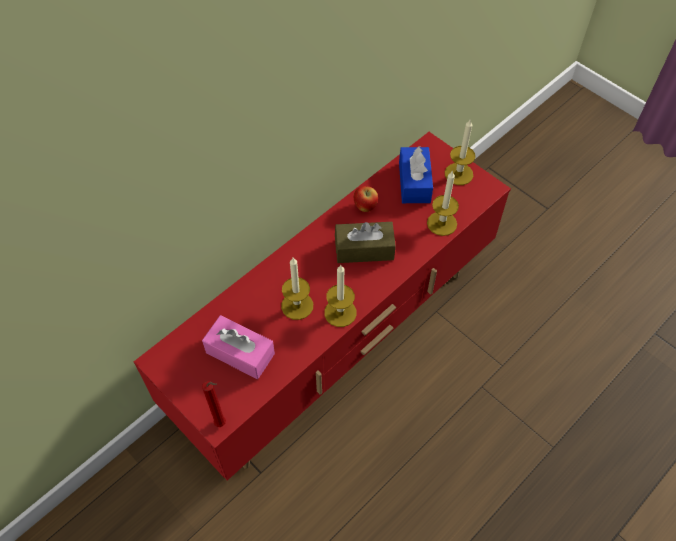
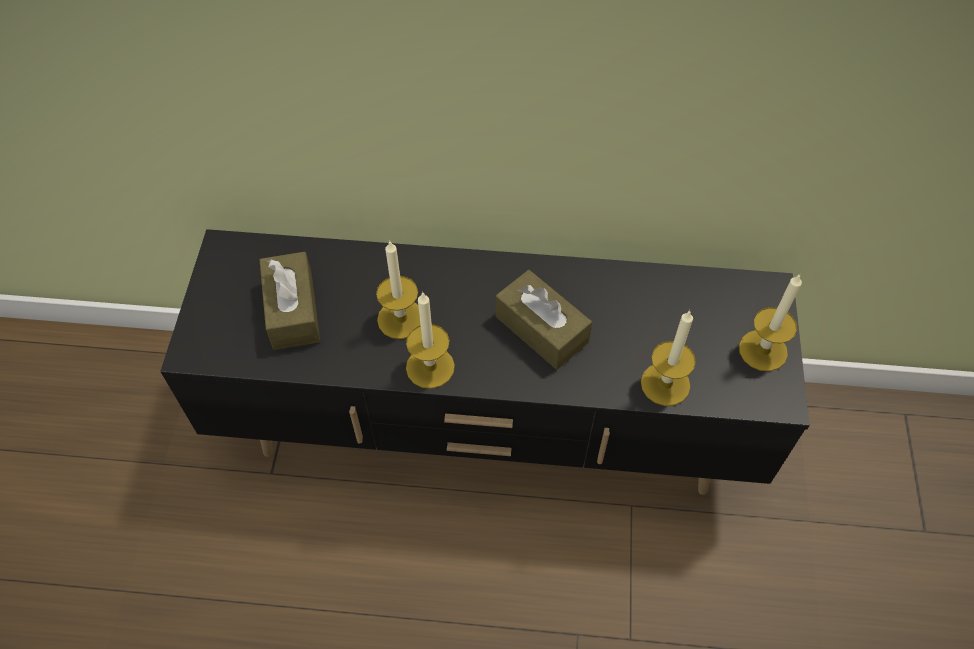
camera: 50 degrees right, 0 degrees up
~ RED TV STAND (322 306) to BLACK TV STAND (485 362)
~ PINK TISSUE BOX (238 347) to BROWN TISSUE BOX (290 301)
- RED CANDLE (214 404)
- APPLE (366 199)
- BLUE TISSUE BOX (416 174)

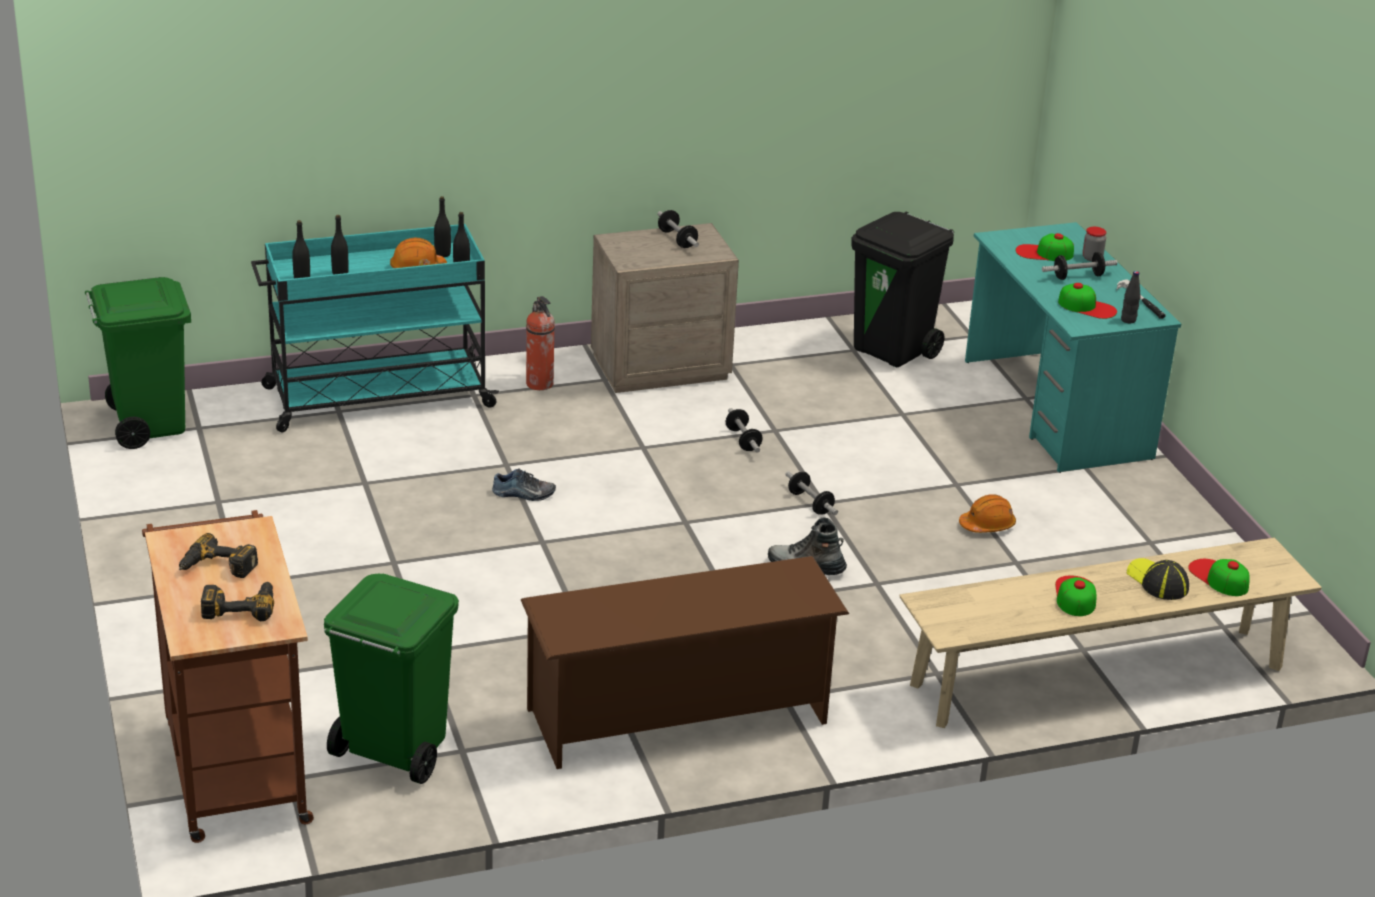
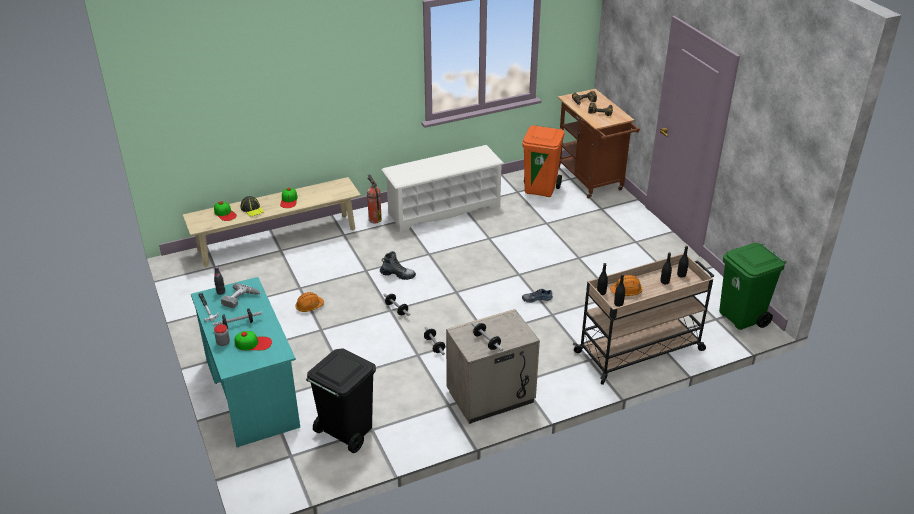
camera: 175 degrees right, 5 degrees up
~ TURQUOISE CART (375 328) to BEIGE CART (643 319)
~ GREEN TRASH CAN (391 679) to ORANGE TRASH CAN (543 161)
~ BROWN SHOE RACK (685 662) to WHITE SHOE RACK (443 188)
~ FIRE EXTINGUISHER (540 343) to (374 198)
~ CAP (1087 301) to POWER DRILL (241 295)

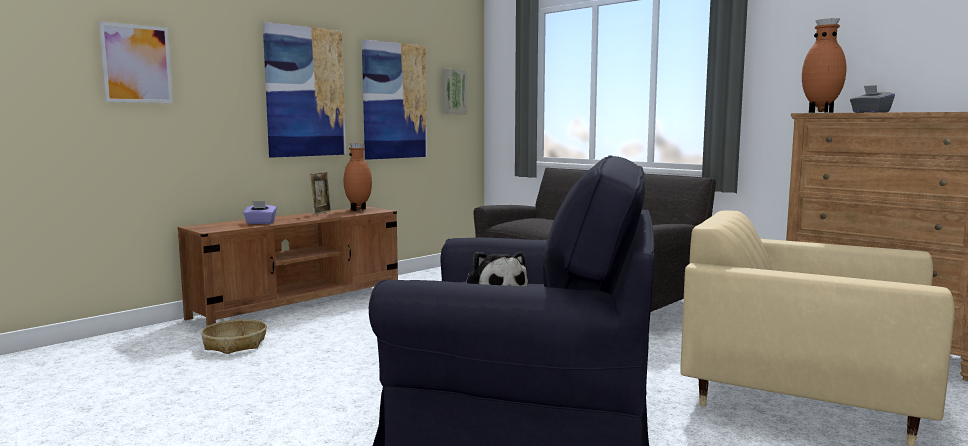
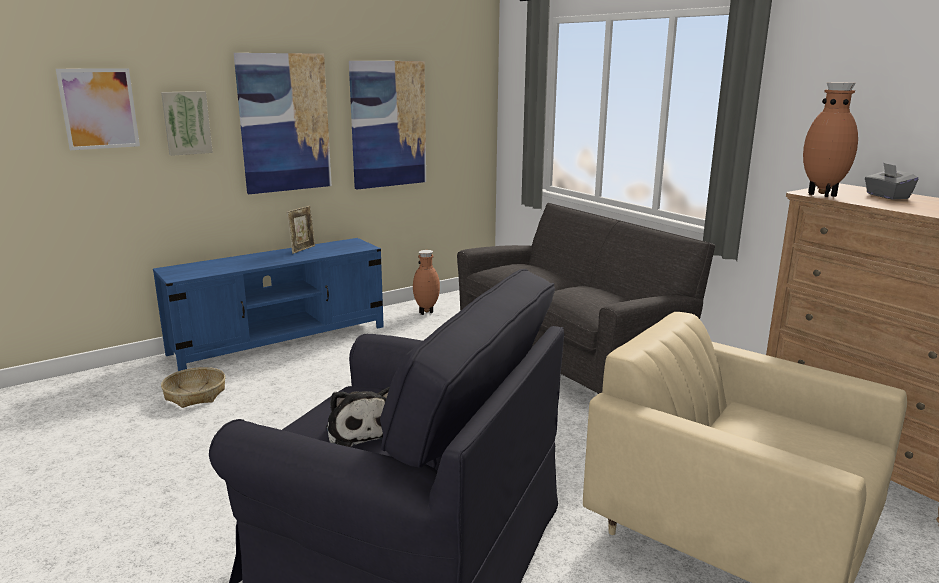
camera: 10 degrees right, 10 degrees up
~ BROWN TV STAND (288 266) to BLUE TV STAND (268 304)
- PURPLE TISSUE BOX (260 212)
~ BROWN VASE (358 177) to (426 282)
~ PICTURE (455 91) to (187 123)

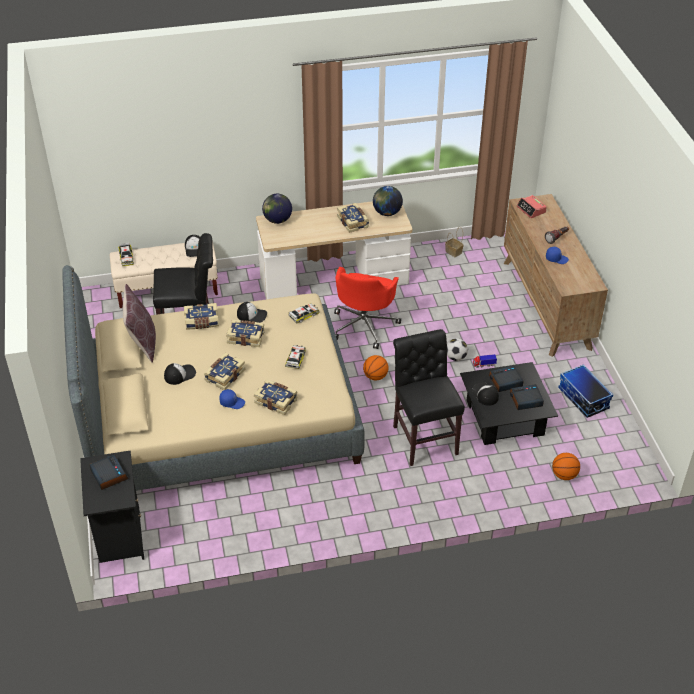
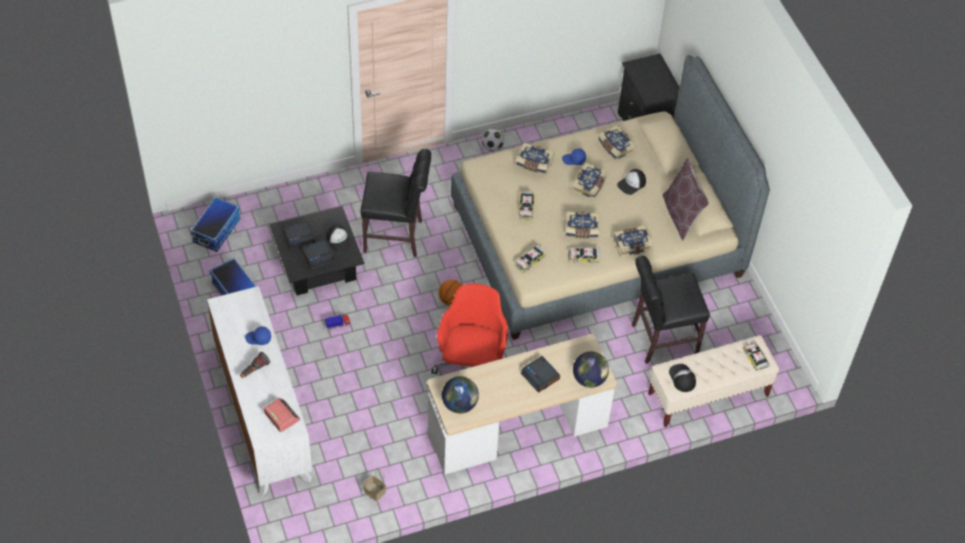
camera: 170 degrees right, 10 degrees up
~ ALARM CLOCK (108 472) to (540 374)
~ CAP (252 312) to TOY CAR (584 255)
~ BOOK (353 218) to (617 143)
~ BLACK CHAIR (429 397) = (395 203) 60 degrees counterclockwise
~ FOOTBALL (457 349) to (493 140)
~ BROWN DRESSER (556 275) to WHITE DRESSER (259 391)
- BASKETBALL (566 466)
+ STORAGE BOX (215 224)

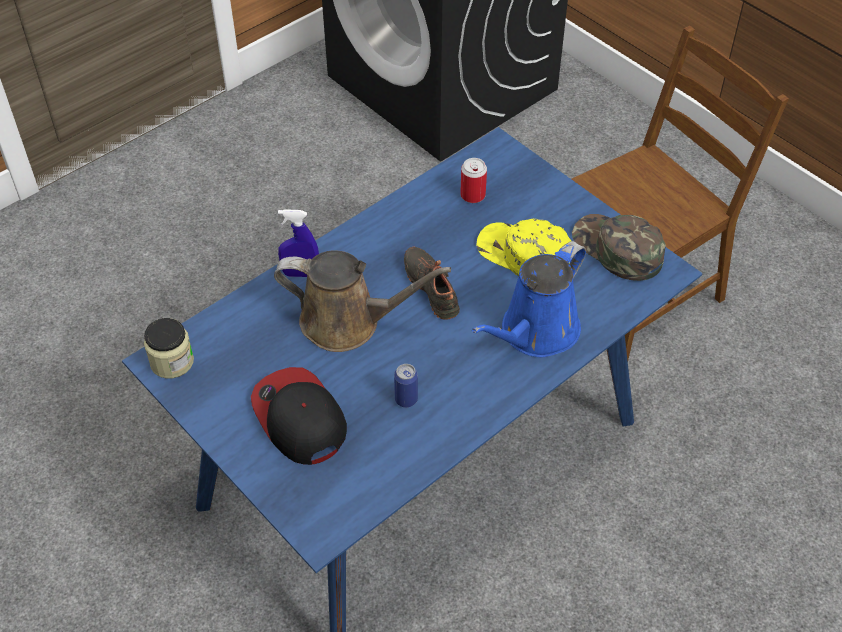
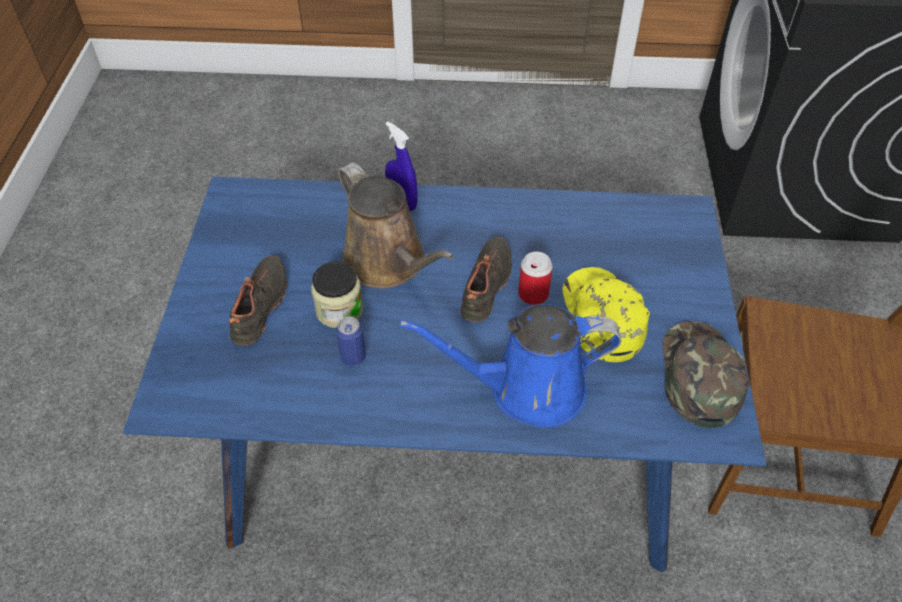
camera: 45 degrees right, 0 degrees up
~ JAR (169 348) to (337 294)
~ CAP (299 416) to BLACK SHOE (258 300)
~ CAN (473 180) to (535 278)

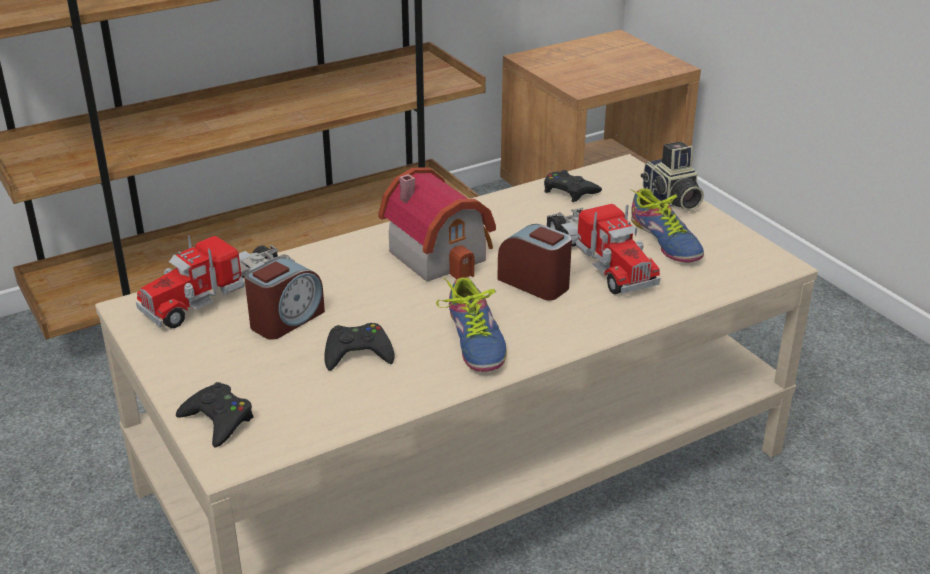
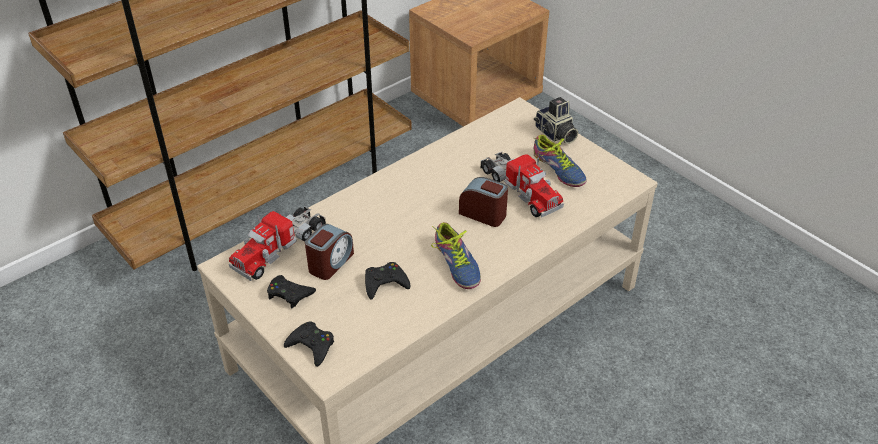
camera: 10 degrees left, 10 degrees up
- TOY HOUSE (437 224)
~ BLACK GAME CONTROLLER (573 186) to (291 292)

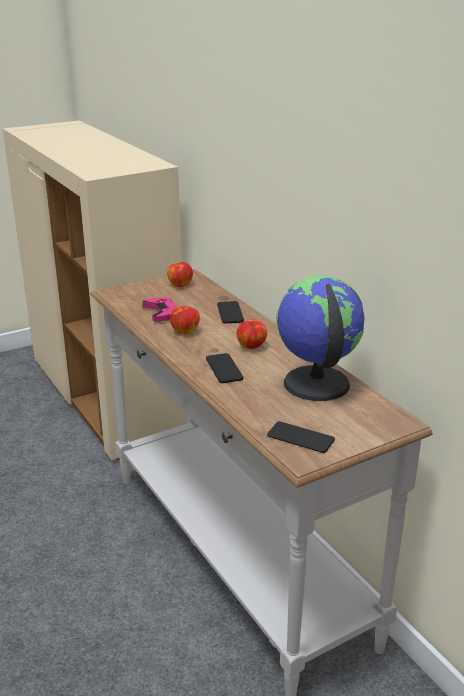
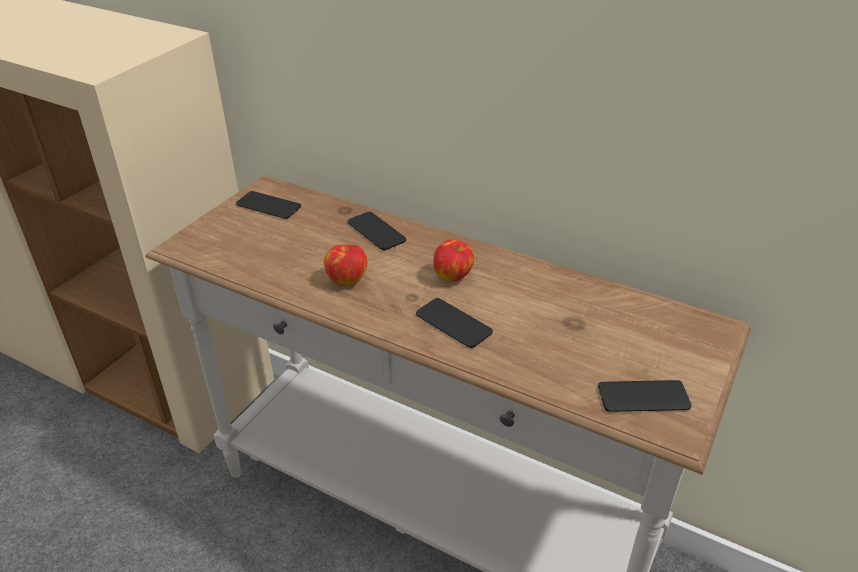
camera: 30 degrees left, 10 degrees up
- PINK GAME CONTROLLER (159 310)
~ APPLE (180 274) to PHONE (268 205)
- GLOBE (320 338)

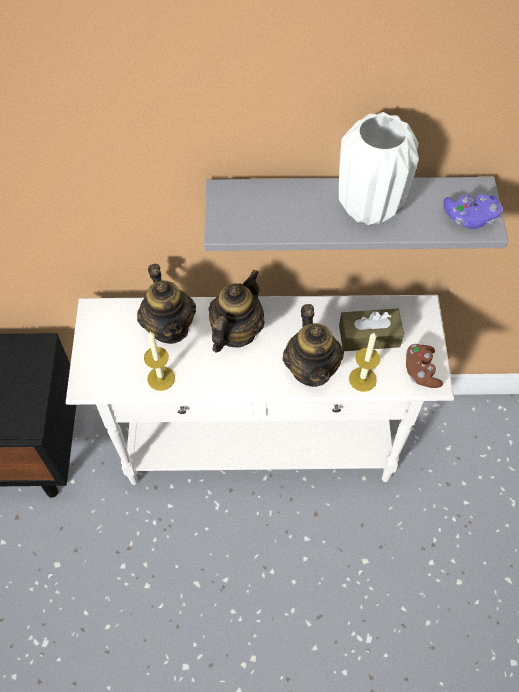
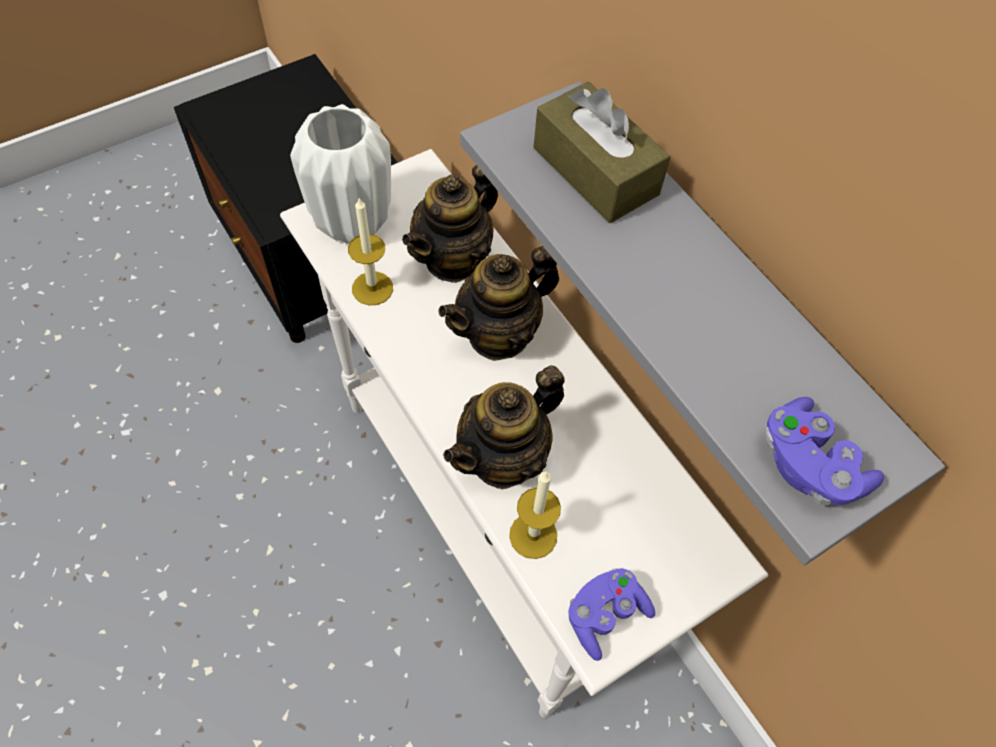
camera: 55 degrees right, 0 degrees up
~ TEAPOT (236 311) = (498 303) 150 degrees clockwise
~ WHITE VASE (379 168) to (340 174)
~ BROWN TISSUE BOX (371 329) to (602 152)
~ BROWN GAME CONTROLLER (424 366) to PURPLE GAME CONTROLLER (612 614)

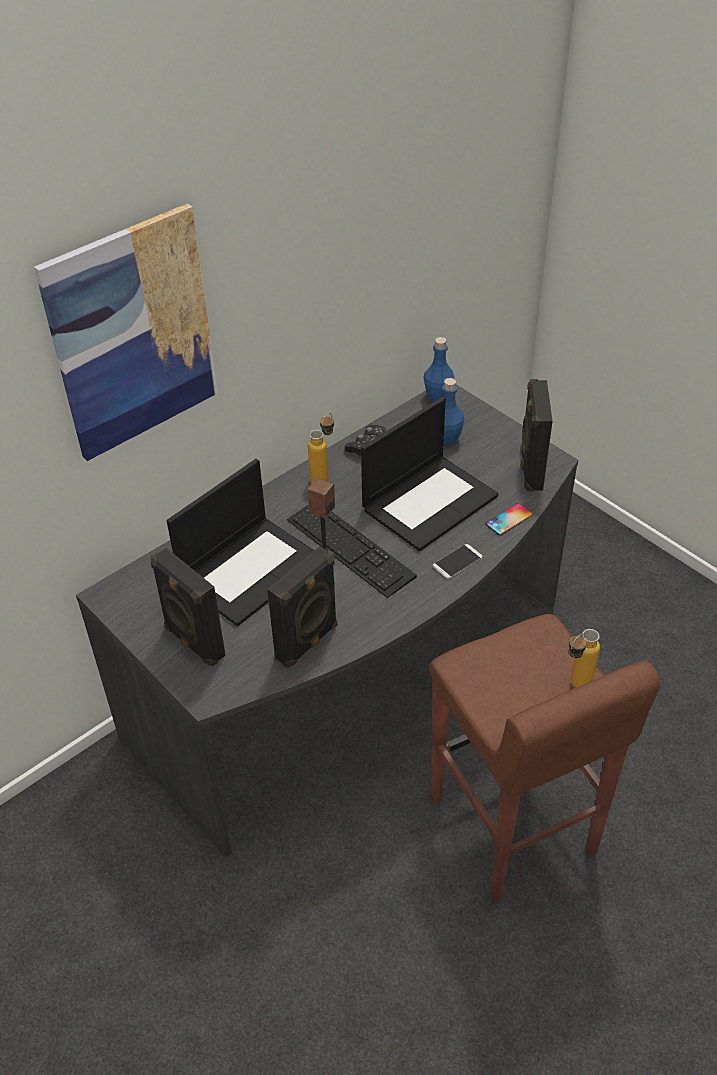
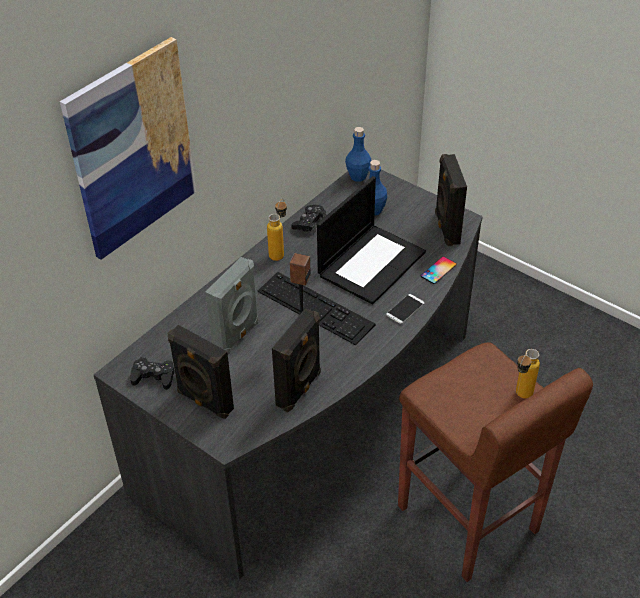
camera: 10 degrees left, 0 degrees up
~ LAPTOP (240 542) to GREY SPEAKER (231 305)
+ BLACK GAME CONTROLLER (152 373)

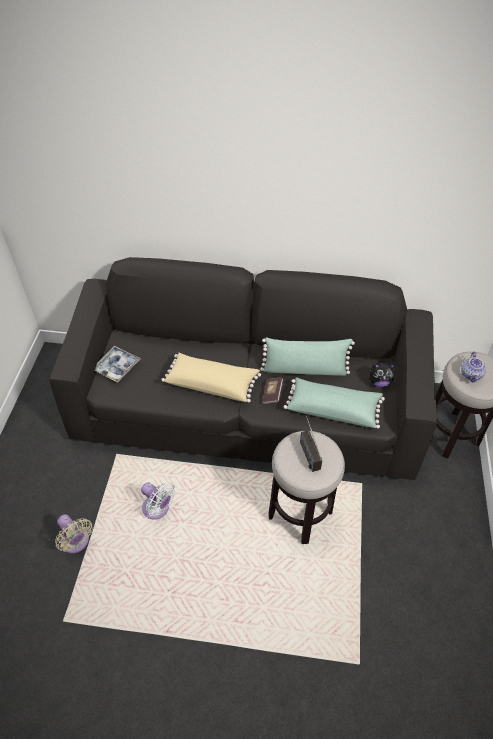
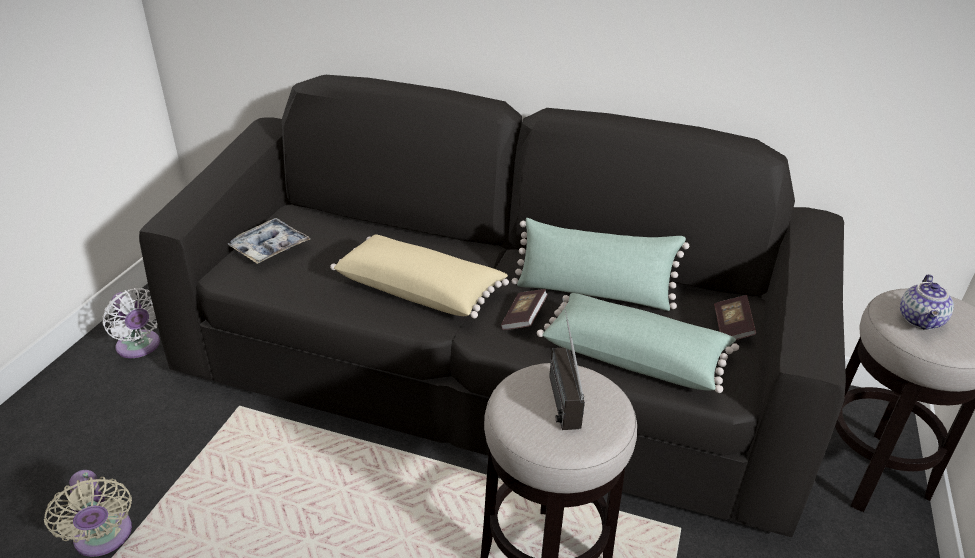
camera: 10 degrees right, 15 degrees down
~ WHITE FAN (158 501) to (131 323)
~ PLUSH TOY (382 375) to BOOK (735 317)

